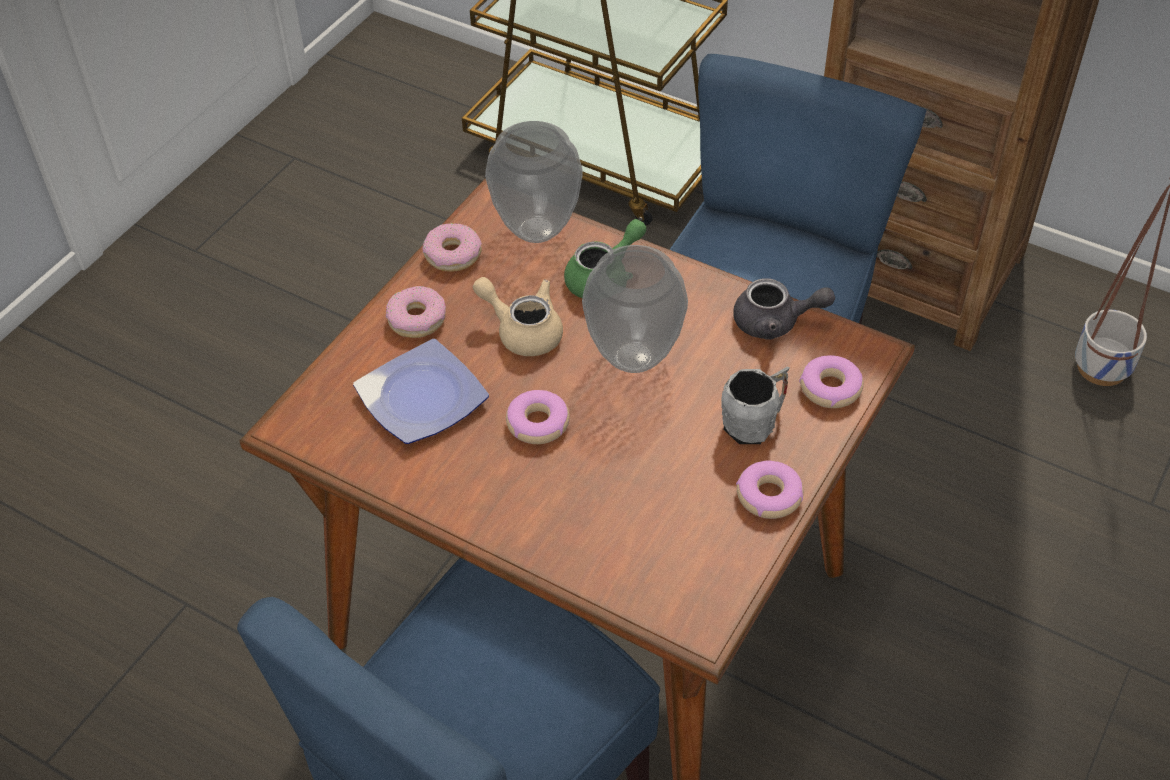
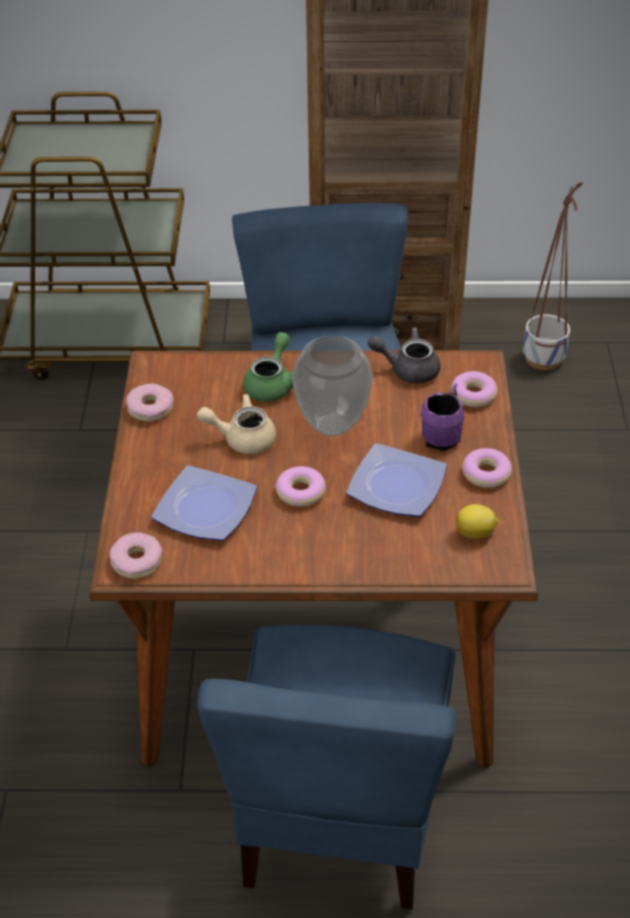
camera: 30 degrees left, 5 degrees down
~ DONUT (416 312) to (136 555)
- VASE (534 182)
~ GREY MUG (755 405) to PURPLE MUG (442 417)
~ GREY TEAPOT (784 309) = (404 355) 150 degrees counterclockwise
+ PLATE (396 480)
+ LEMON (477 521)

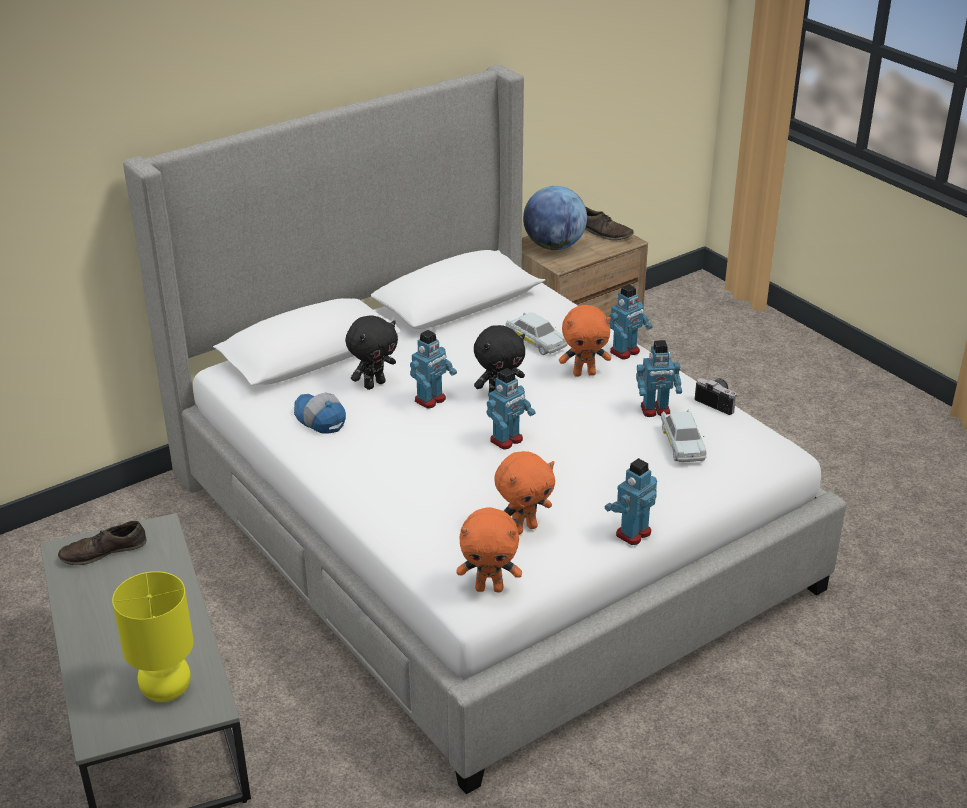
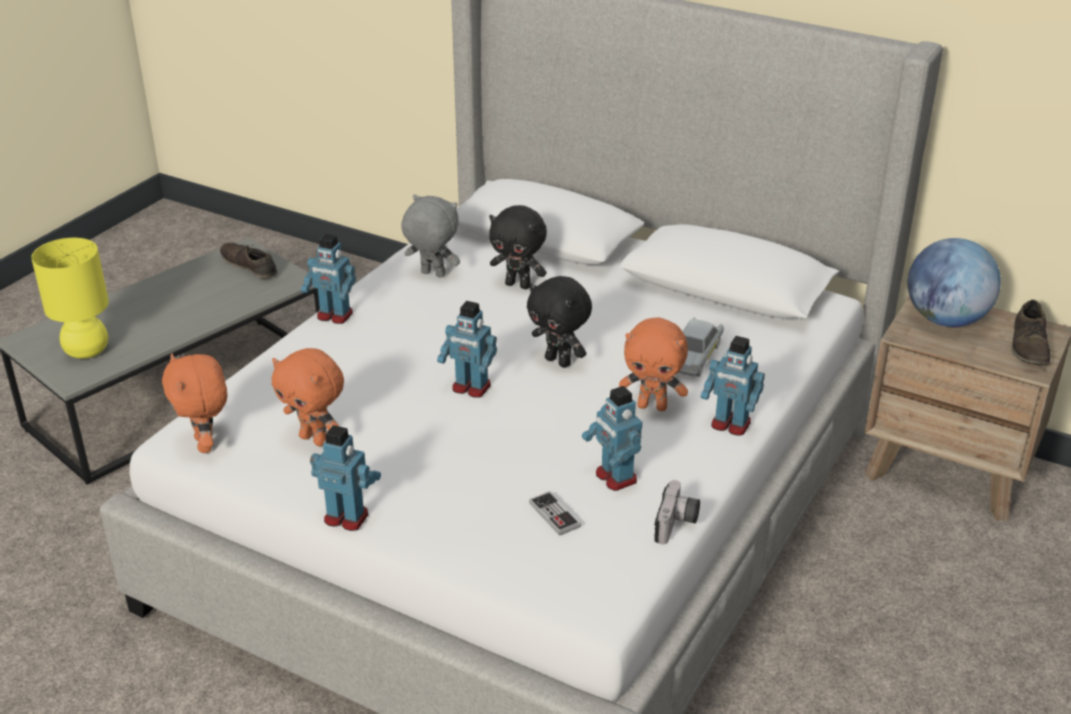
camera: 65 degrees right, 0 degrees up
~ CAP (320 413) to GREY PLUSH TOY (431 235)
~ TOY ROBOT (433 369) to (328 279)
~ ORANGE PLUSH TOY (585 341) = (653 364) 45 degrees counterclockwise
~ WHITE TOY CAR (683 436) to GAME CONTROLLER (555 513)

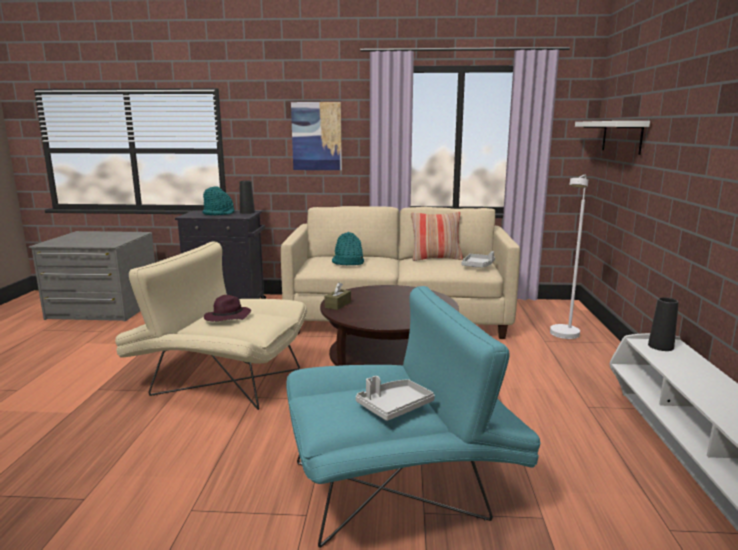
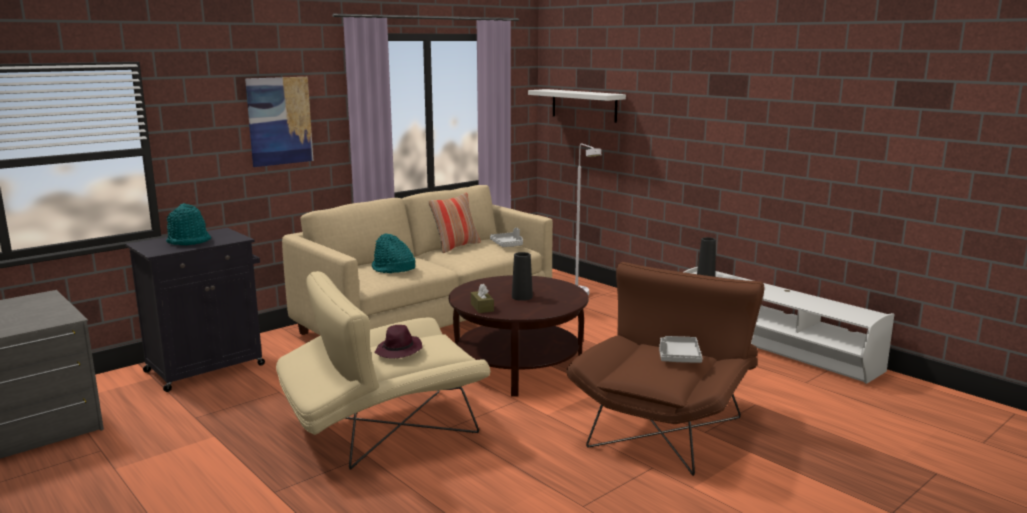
camera: 45 degrees left, 0 degrees up
~ BLACK VASE (247 197) to (522 276)
~ TURQUOISE ARMCHAIR (413 417) to BROWN ARMCHAIR (665 369)

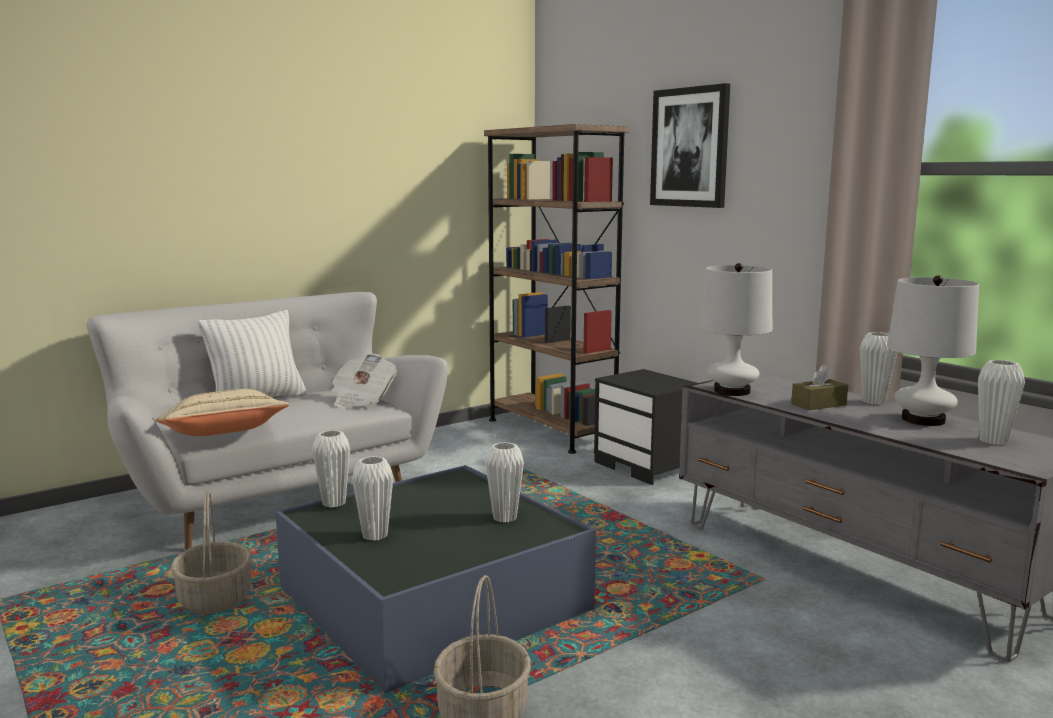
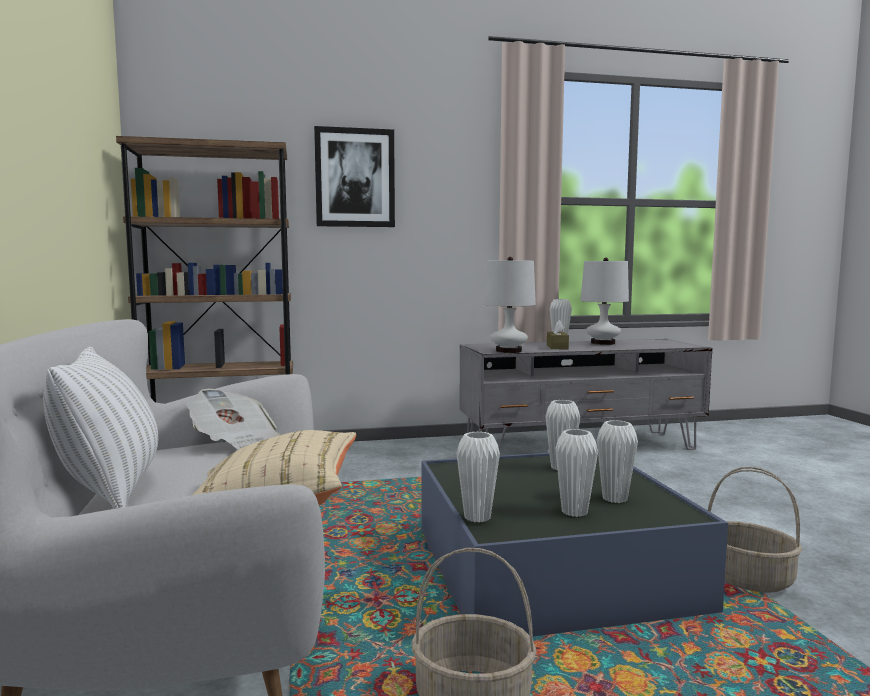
camera: 65 degrees left, 5 degrees down
- BLACK NIGHTSTAND (645 427)
~ WHITE VASE (1001 402) to (617 461)

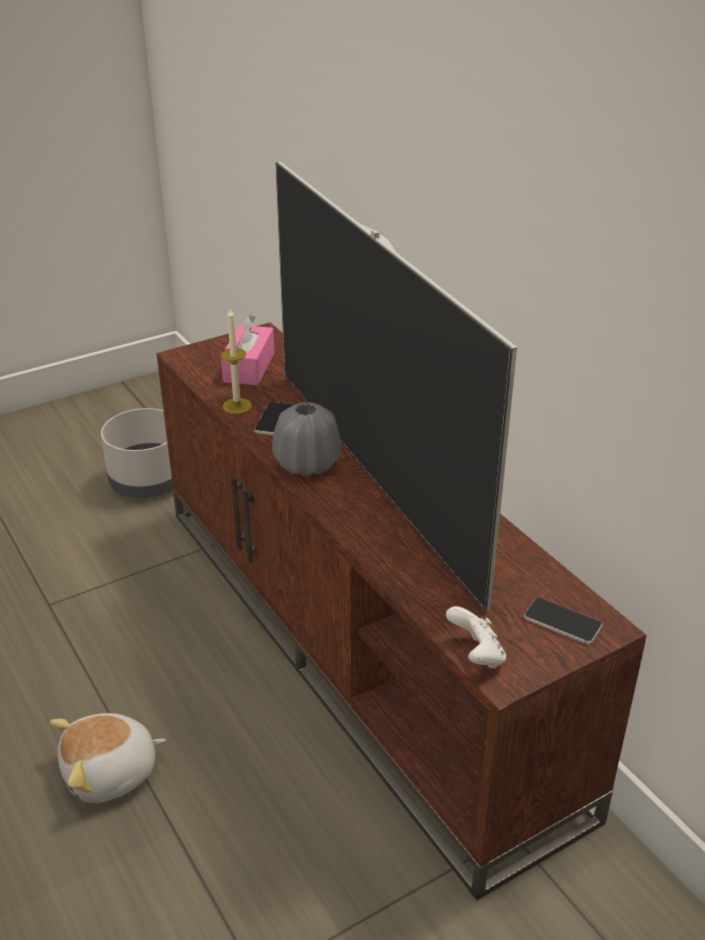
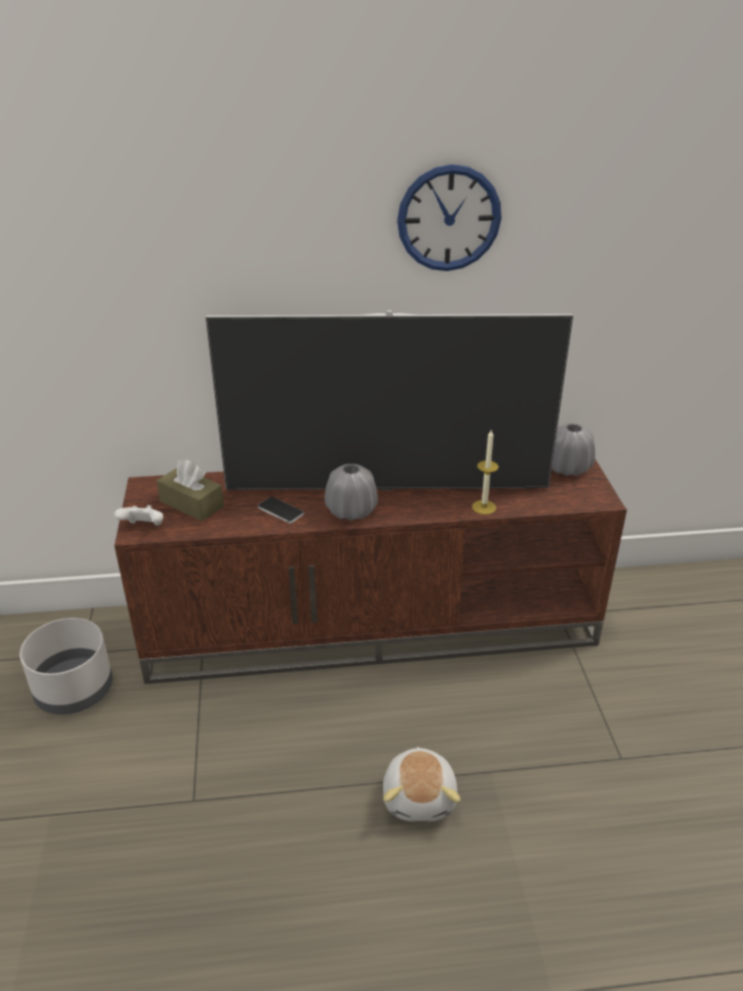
camera: 65 degrees left, 0 degrees up
~ CANDLE (236 361) to (485 472)
~ PINK TISSUE BOX (248 350) to BROWN TISSUE BOX (190 490)
~ WHITE GAME CONTROLLER (476 637) to (138 515)
~ PHONE (563 621) to GREY VASE (573 449)
+ WALL CLOCK (449 217)

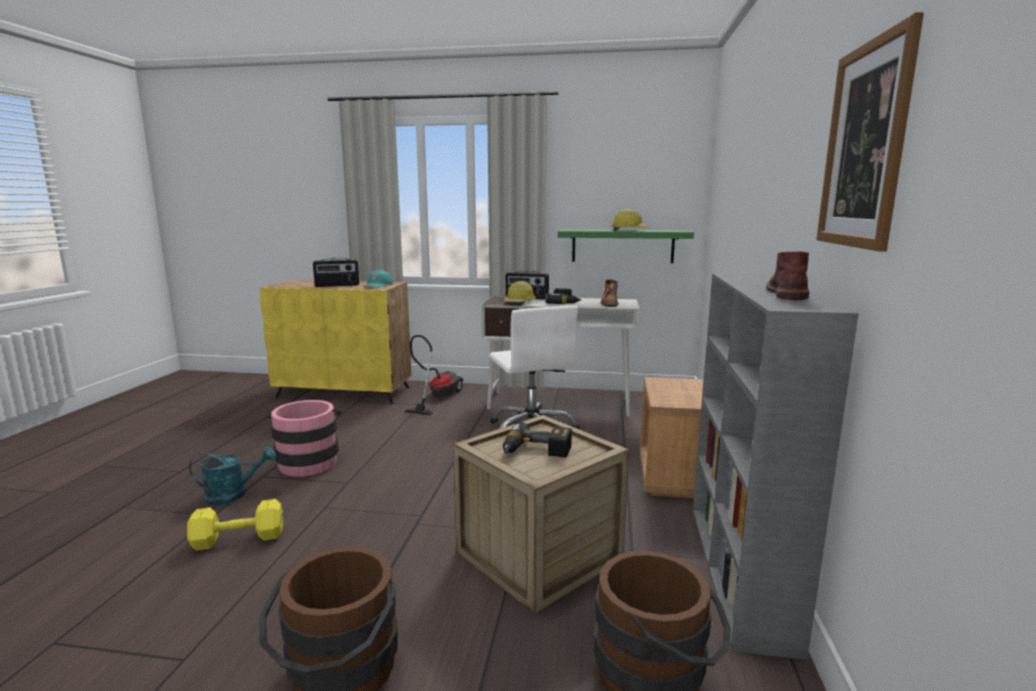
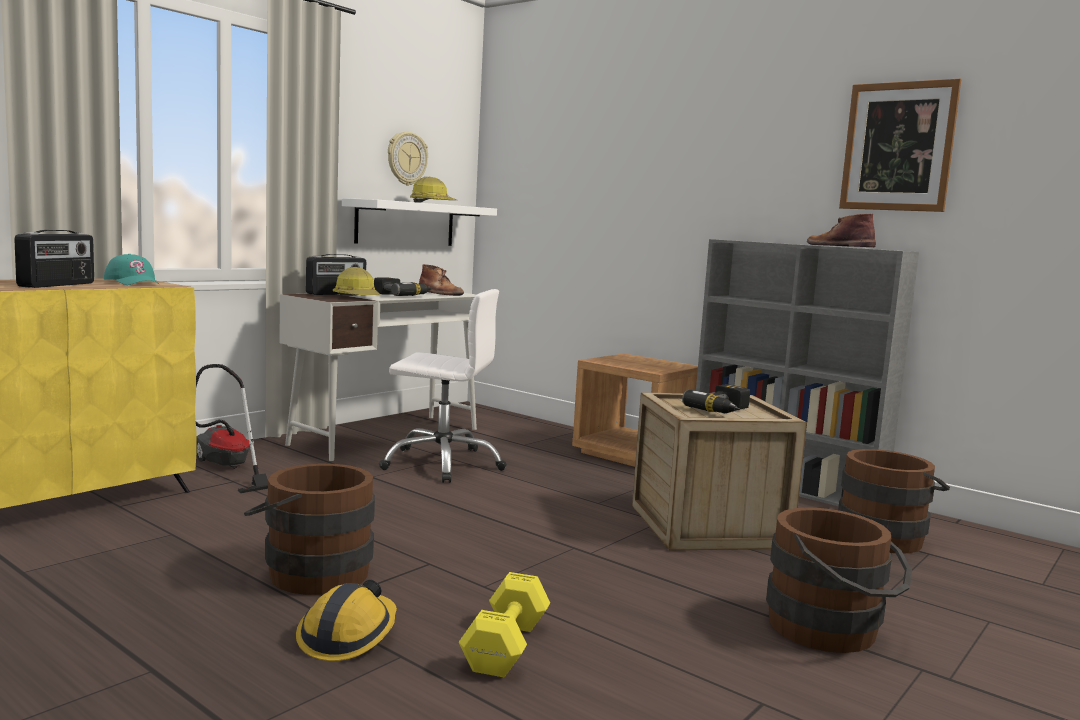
camera: 60 degrees left, 5 degrees down
~ TURQUOISE WATERING CAN (232 475) to HARD HAT (346 620)
~ PINK BUCKET (303 438) to BROWN BUCKET (309 529)
~ GREEN SHELF (626 246) to WHITE SHELF (419 222)
+ WALL CLOCK (408 158)

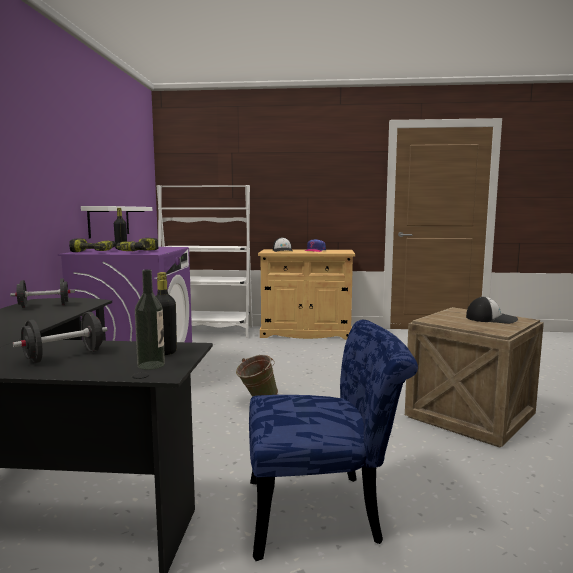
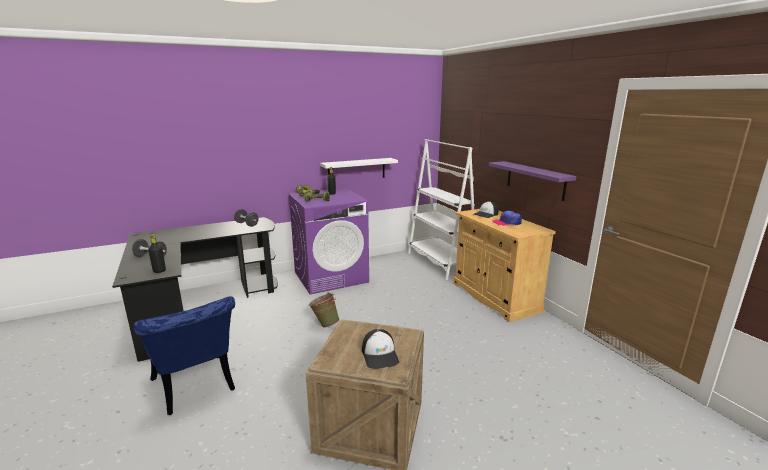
camera: 60 degrees right, 10 degrees up
- BOTTLE (150 319)
+ PURPLE SHELF (532 181)

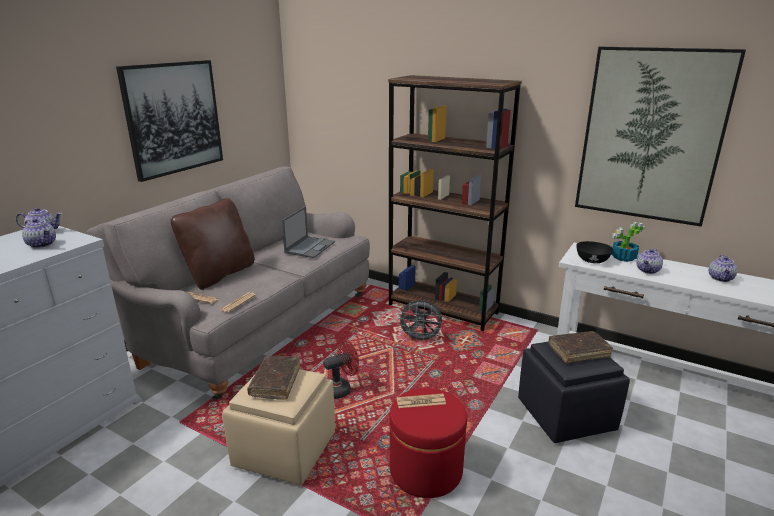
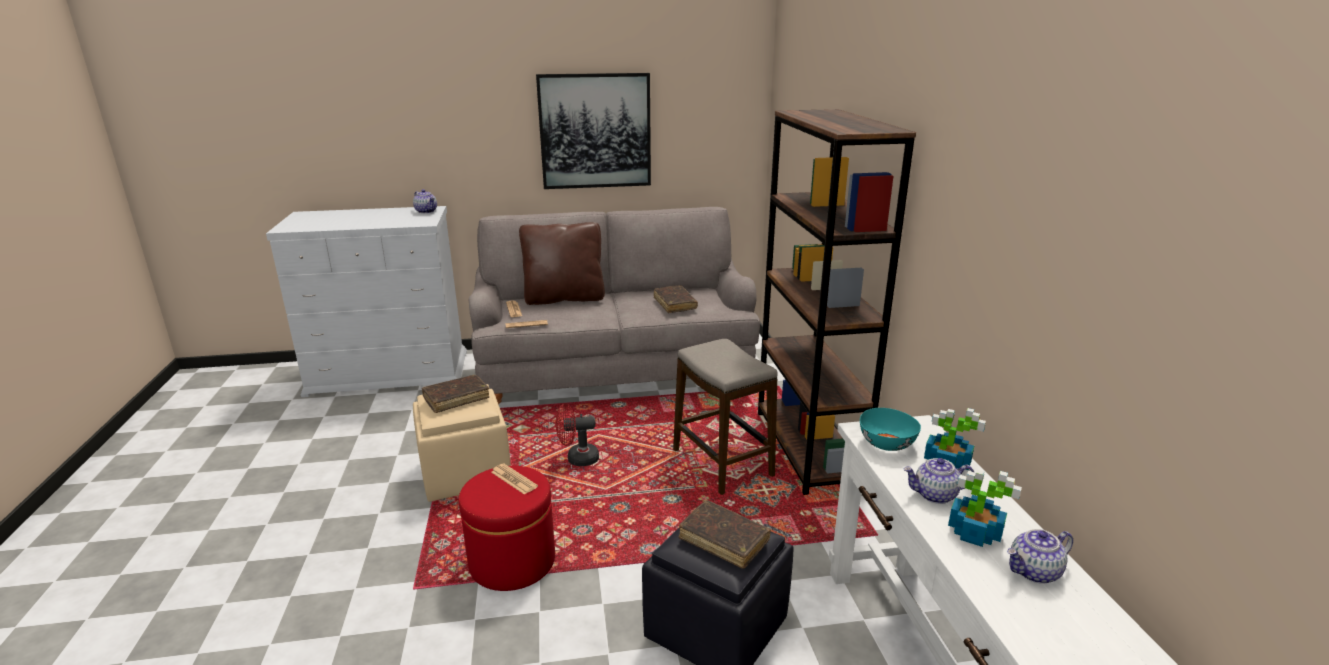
camera: 50 degrees right, 0 degrees up
- TEAPOT (39 233)
~ LAPTOP (308 232) to BROWN BOOK (676 299)
~ RED FAN (341 369) = (577 435) 150 degrees clockwise
~ GREY FAN (420 321) to STOOL (725 417)
- PICTURE (660 137)
~ BLACK BOWL (594 252) to TURQUOISE BOWL (890 429)
+ POTTED PLANT (985 508)

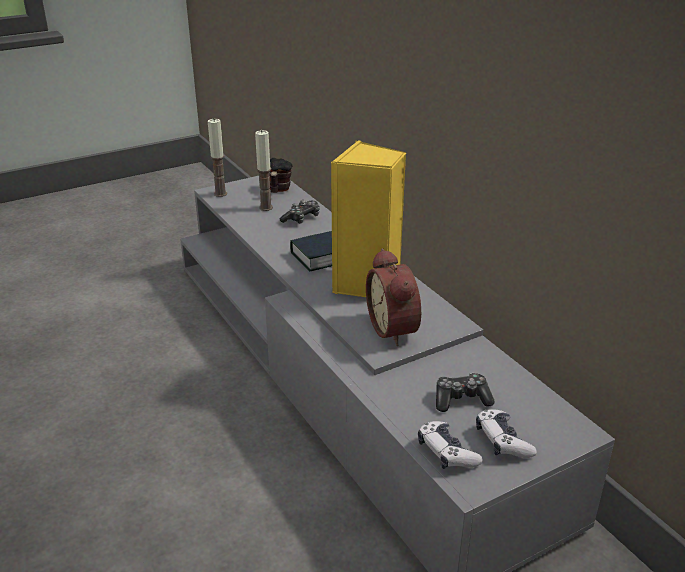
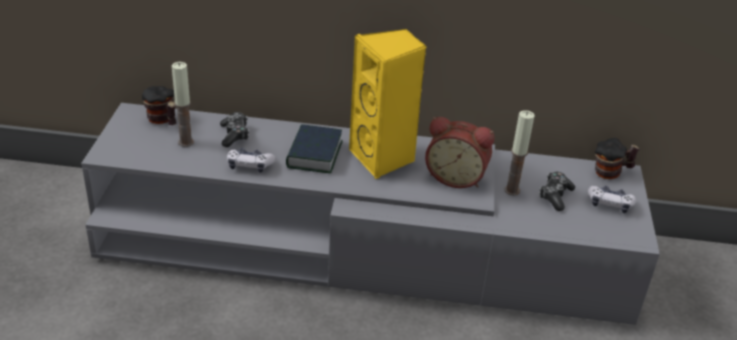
camera: 55 degrees left, 5 degrees up
~ CANDLE (217 158) to (519 153)
~ GAME CONTROLLER (450 445) to (251 160)
+ MUG (617 158)

